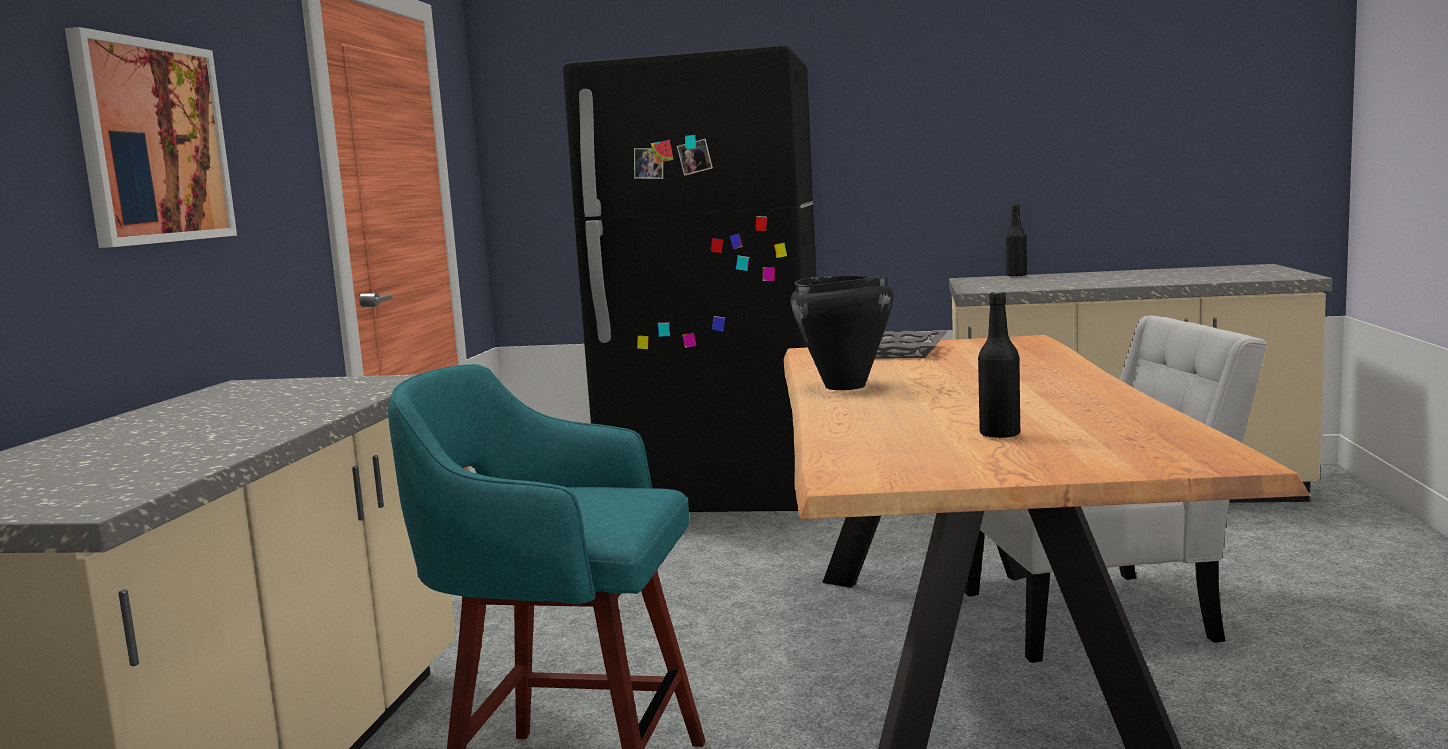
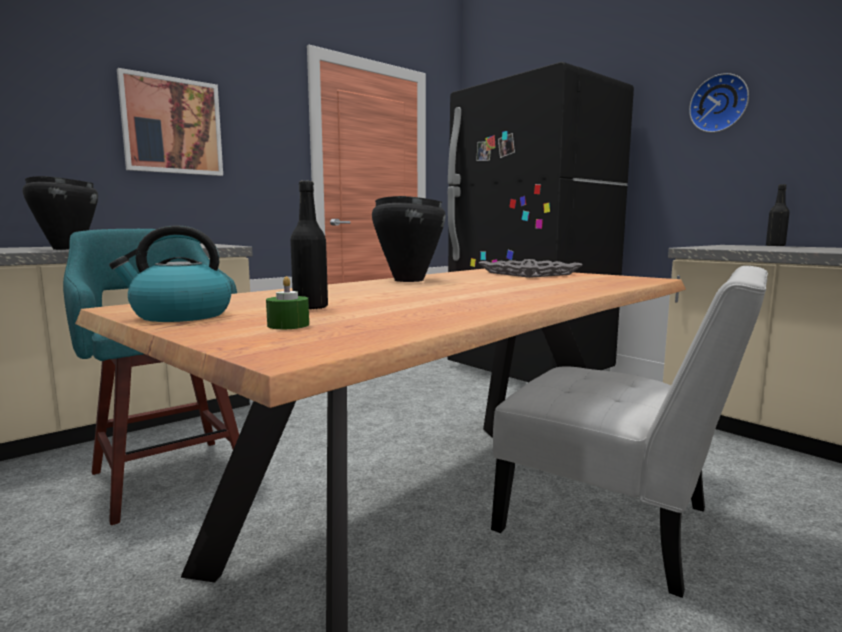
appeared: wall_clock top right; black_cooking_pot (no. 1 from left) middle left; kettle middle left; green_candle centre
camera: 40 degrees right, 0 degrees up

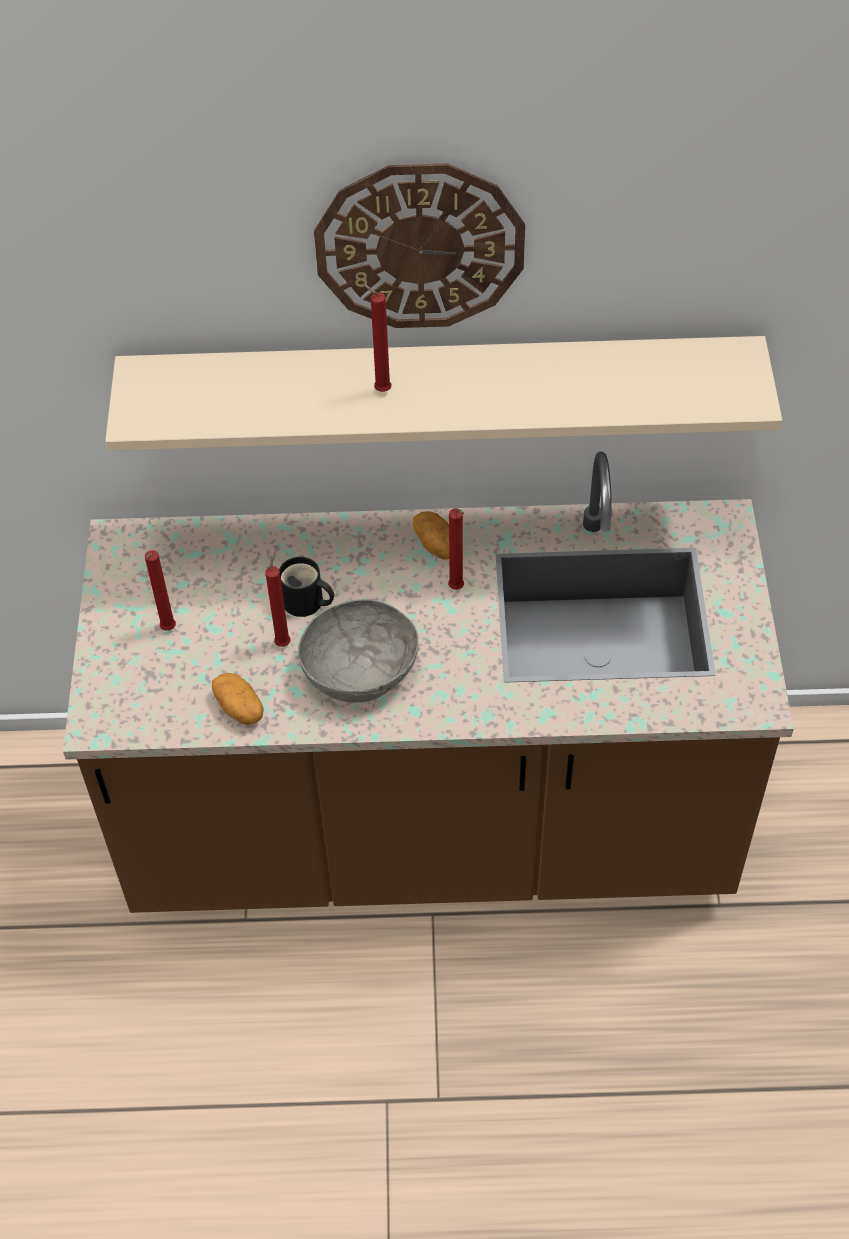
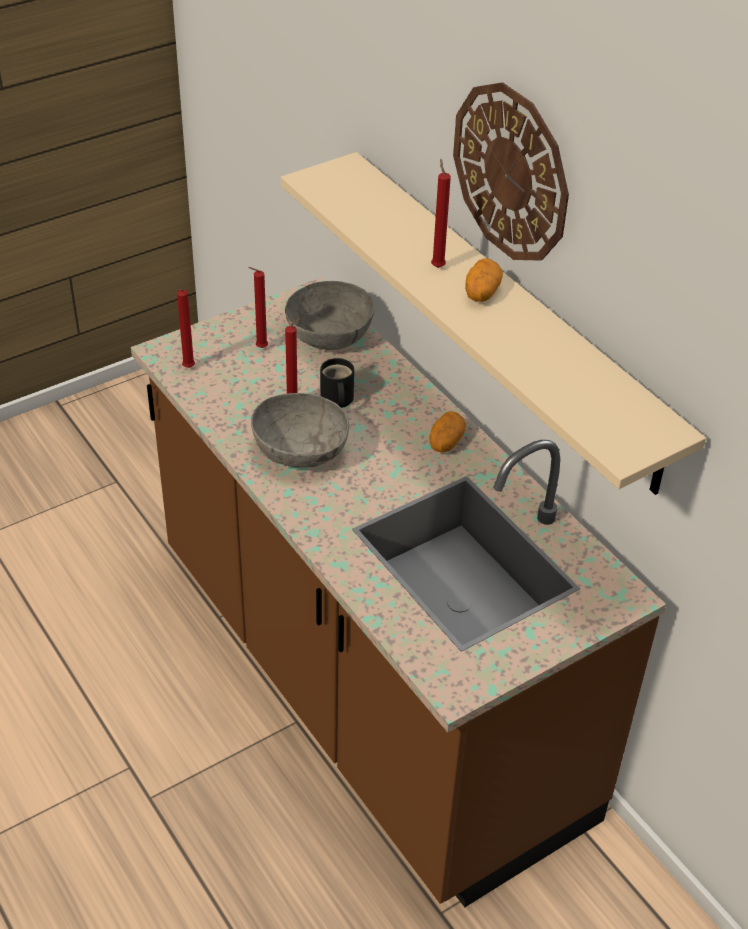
appeared: grey_bowl (no. 2 from left) centre
relocated: red_candle (no. 4 from left in the first image) centre to red_candle (no. 1 from left) middle left; potato (no. 1 from left in the first image) middle left to potato (no. 2 from left) top centre
camera: 55 degrees right, 10 degrees down

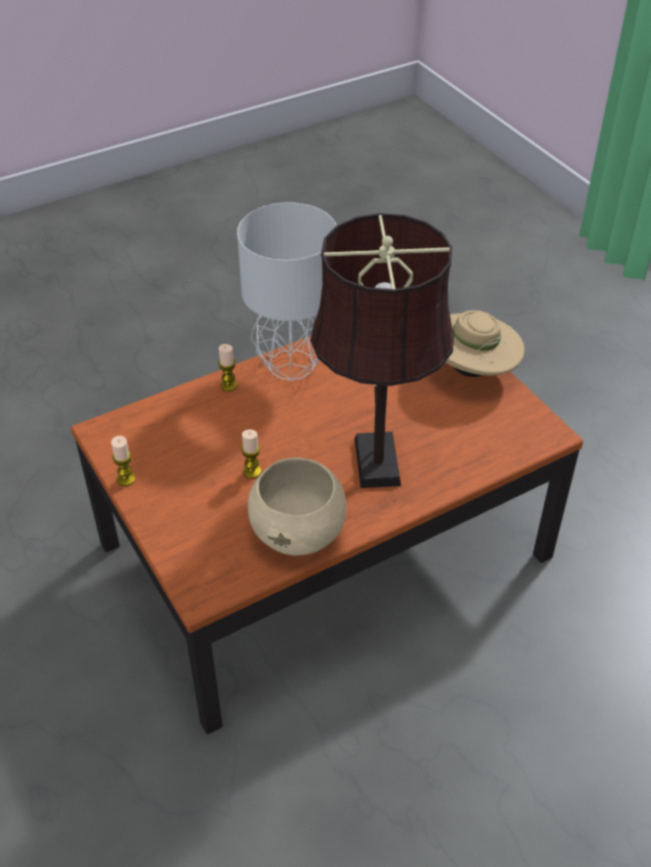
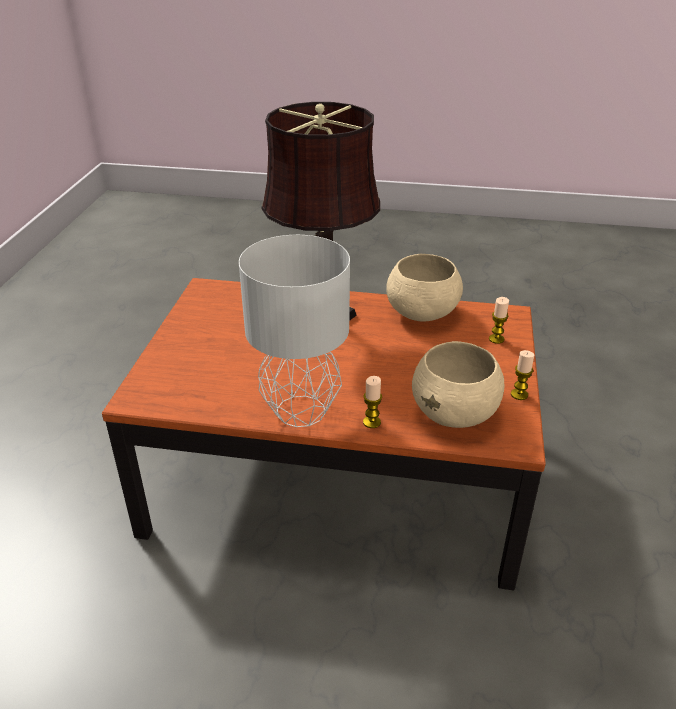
missing: beige_hat middle right
appeared: beige_bowl (no. 2 from left) middle right
relocated: candle (no. 3 from left in the first image) centre to candle (no. 2 from left) middle right
camera: 140 degrees left, 10 degrees down

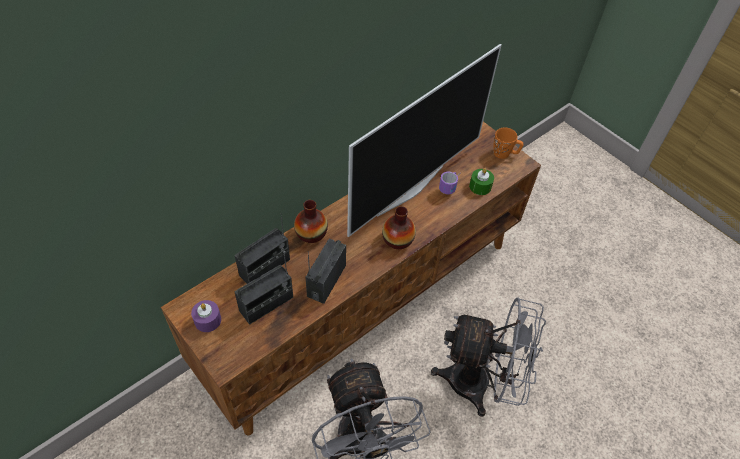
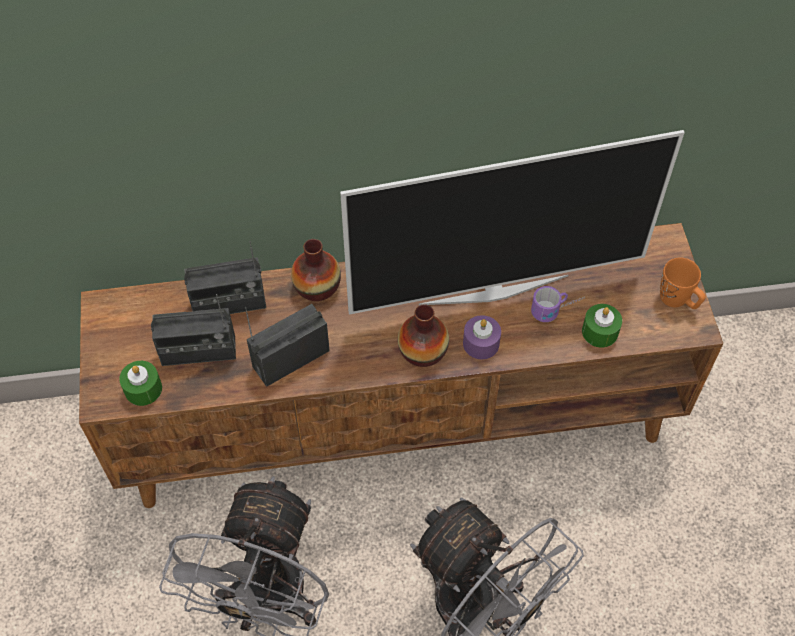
appeared: green_candle (no. 1 from left) middle left
relocated: purple_candle bottom left to centre
camera: 35 degrees right, 5 degrees up

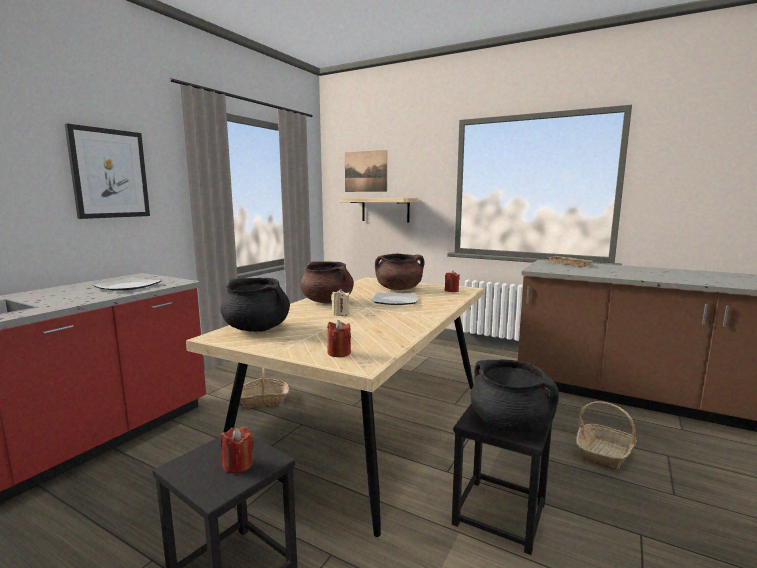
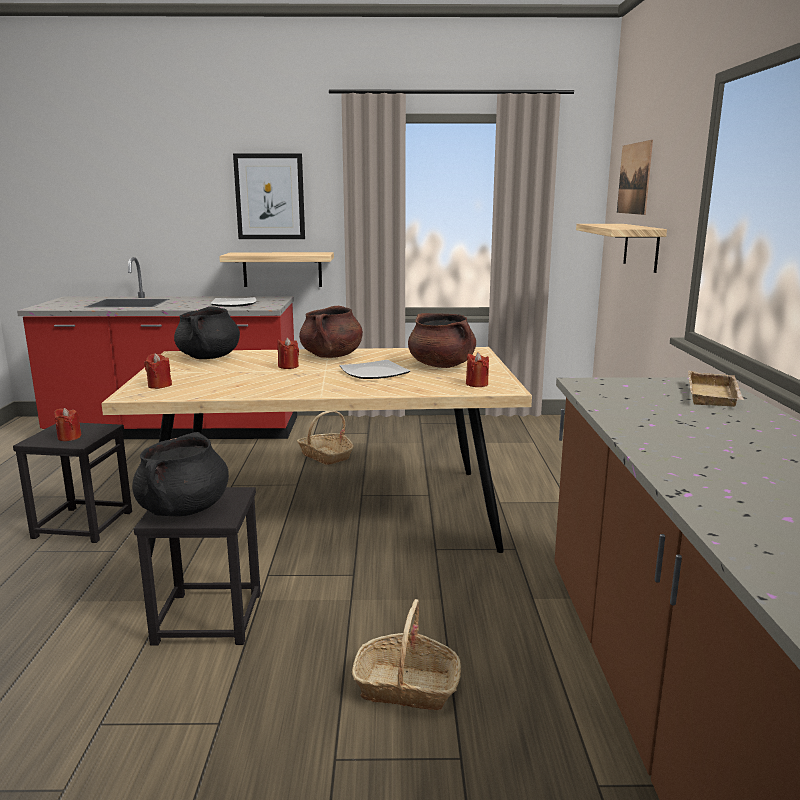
appeared: shelf (no. 1 from left) centre
colour: beige_candle centre to red_candle (no. 3 from left) centre
camera: 60 degrees right, 5 degrees up

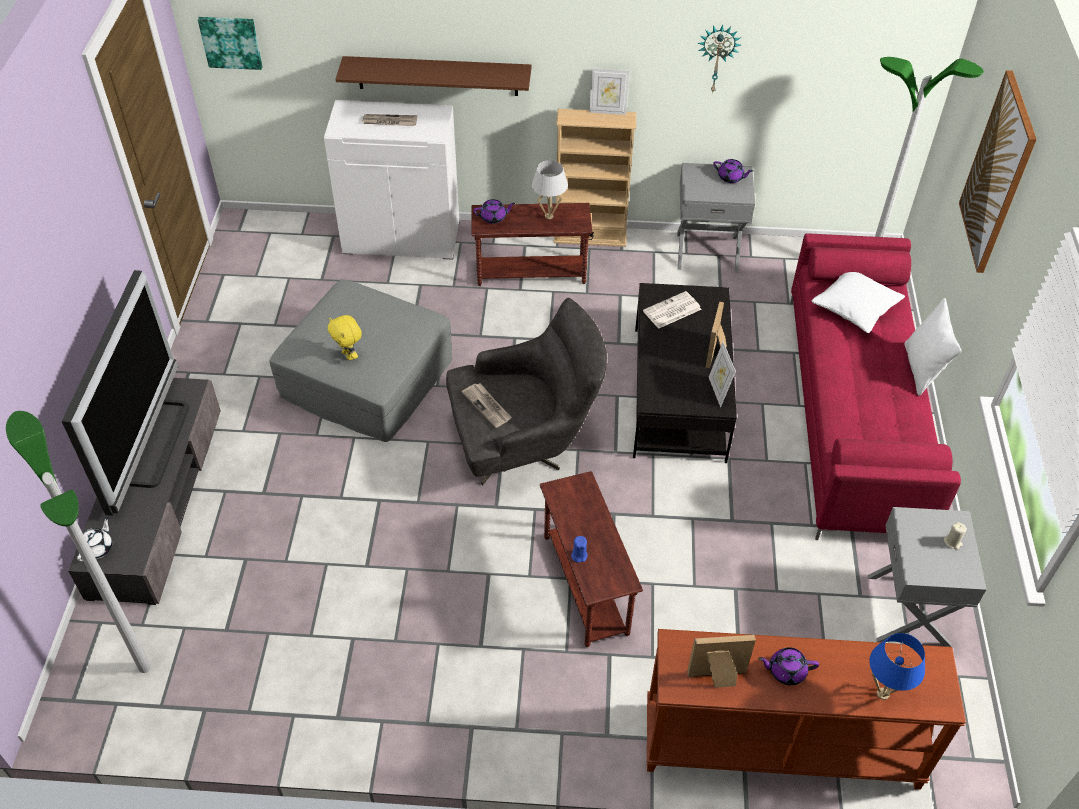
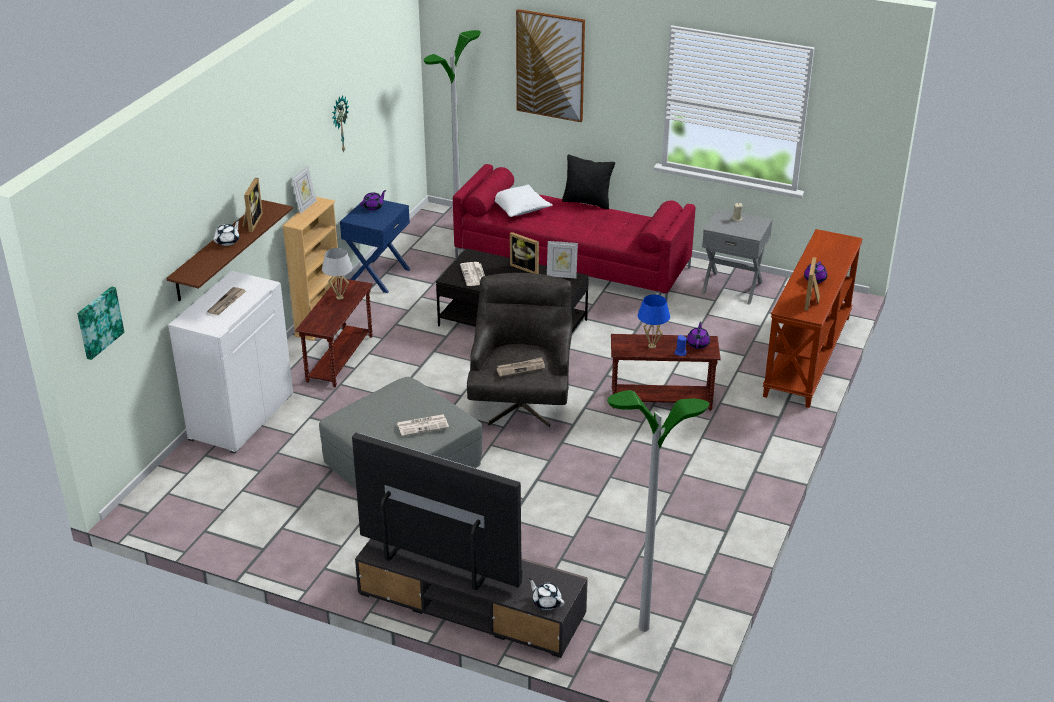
appeared: picture_frame (no. 1 from left) top left; white_teapot (no. 1 from left) top left
relocated: purple_teapot (no. 1 from left in the first image) top centre to purple_teapot (no. 2 from left) centre; blue_table_lamp bottom right to centre
exchanged: yellow_plush_toy middle left to newspaper (no. 2 from left) centre
colour: grey_nightstand (no. 1 from left) top centre to blue_nightstand centre; white_pillow (no. 2 from left) middle right to black_pillow top centre
camera: 70 degrees left, 15 degrees down

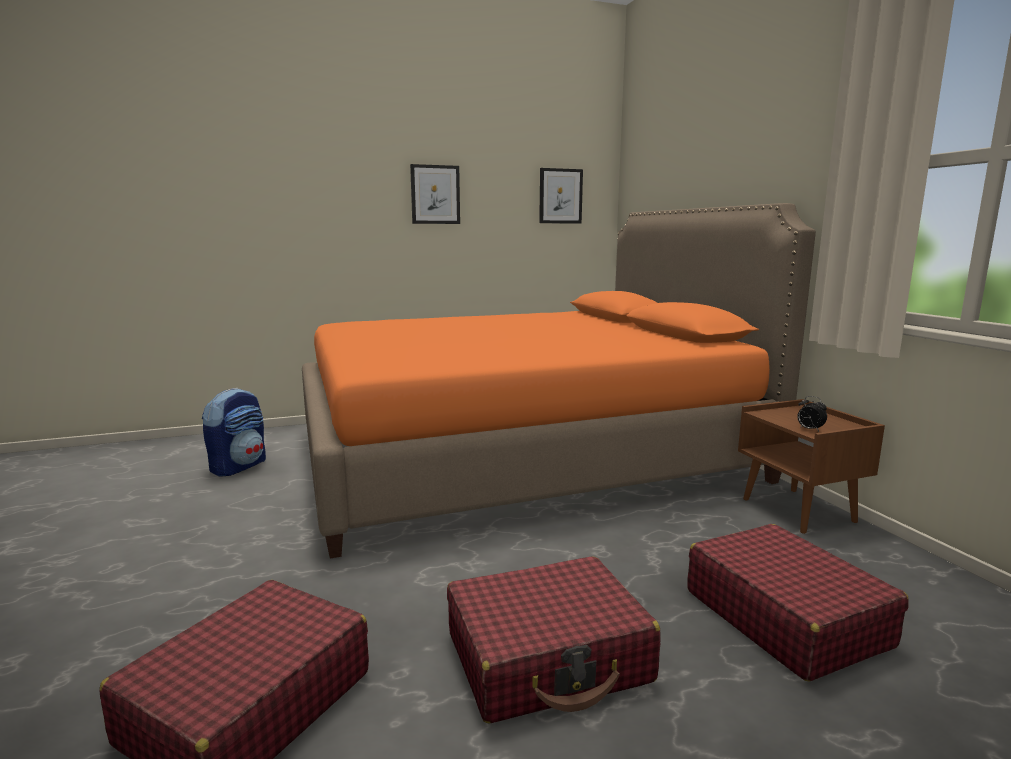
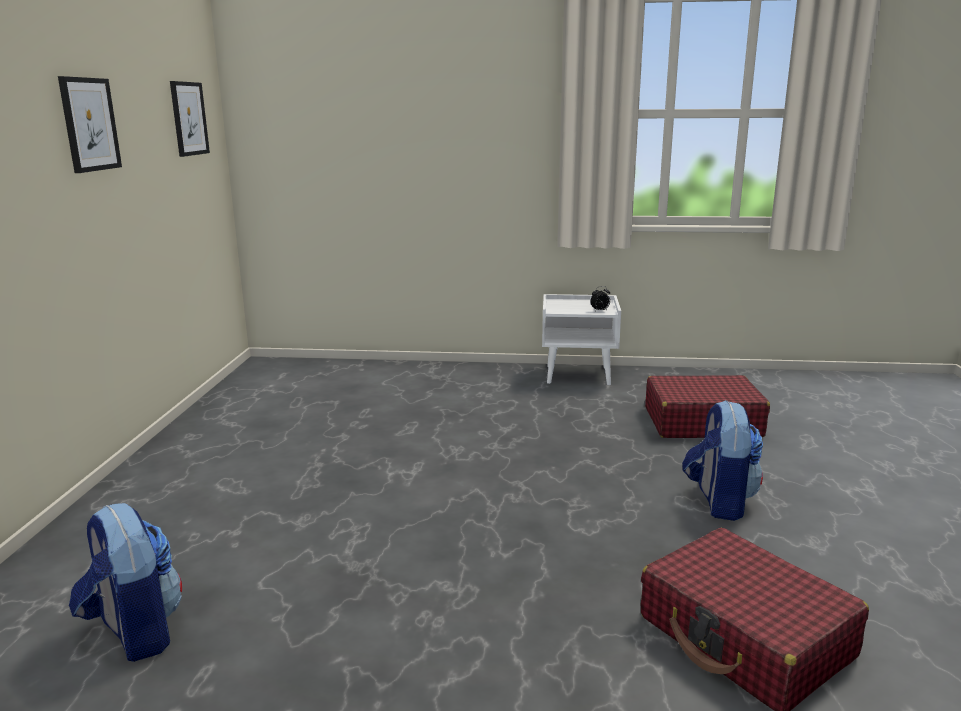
missing: orange_bed centre
exchanged: red_suitcase (no. 2 from left) bottom centre to backpack (no. 2 from left) middle right
colour: brown_nightstand middle right to white_nightstand centre
camera: 65 degrees left, 5 degrees up

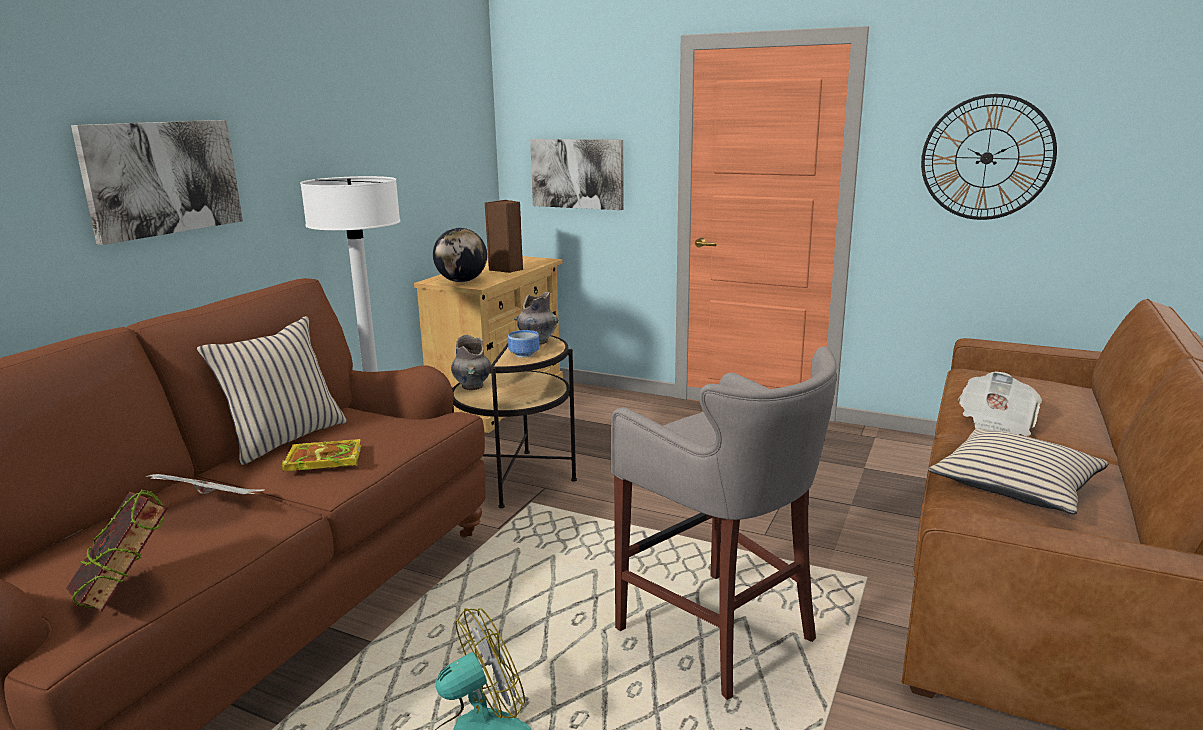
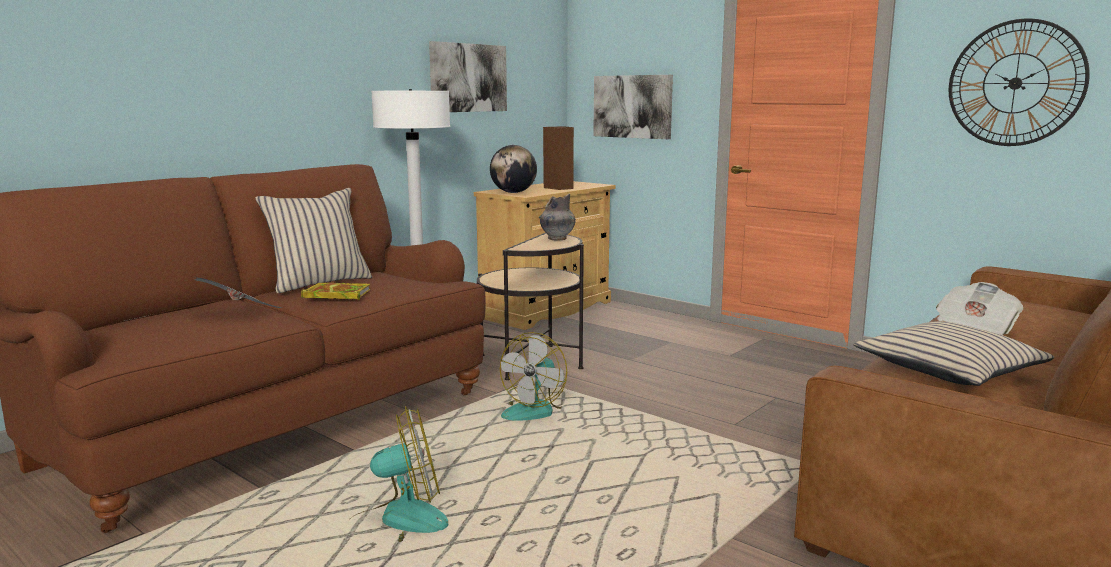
missing: bowl centre; grey_vase (no. 1 from left) centre; grey_stool bottom centre; book (no. 1 from left) bottom left
appeared: fan (no. 2 from left) centre
relocated: picture (no. 1 from left) top left to top centre
camera: 15 degrees right, 5 degrees down

